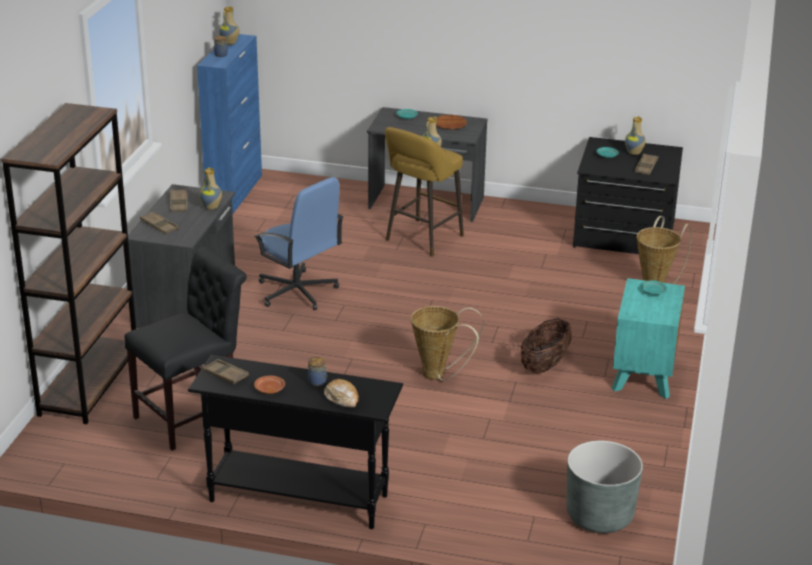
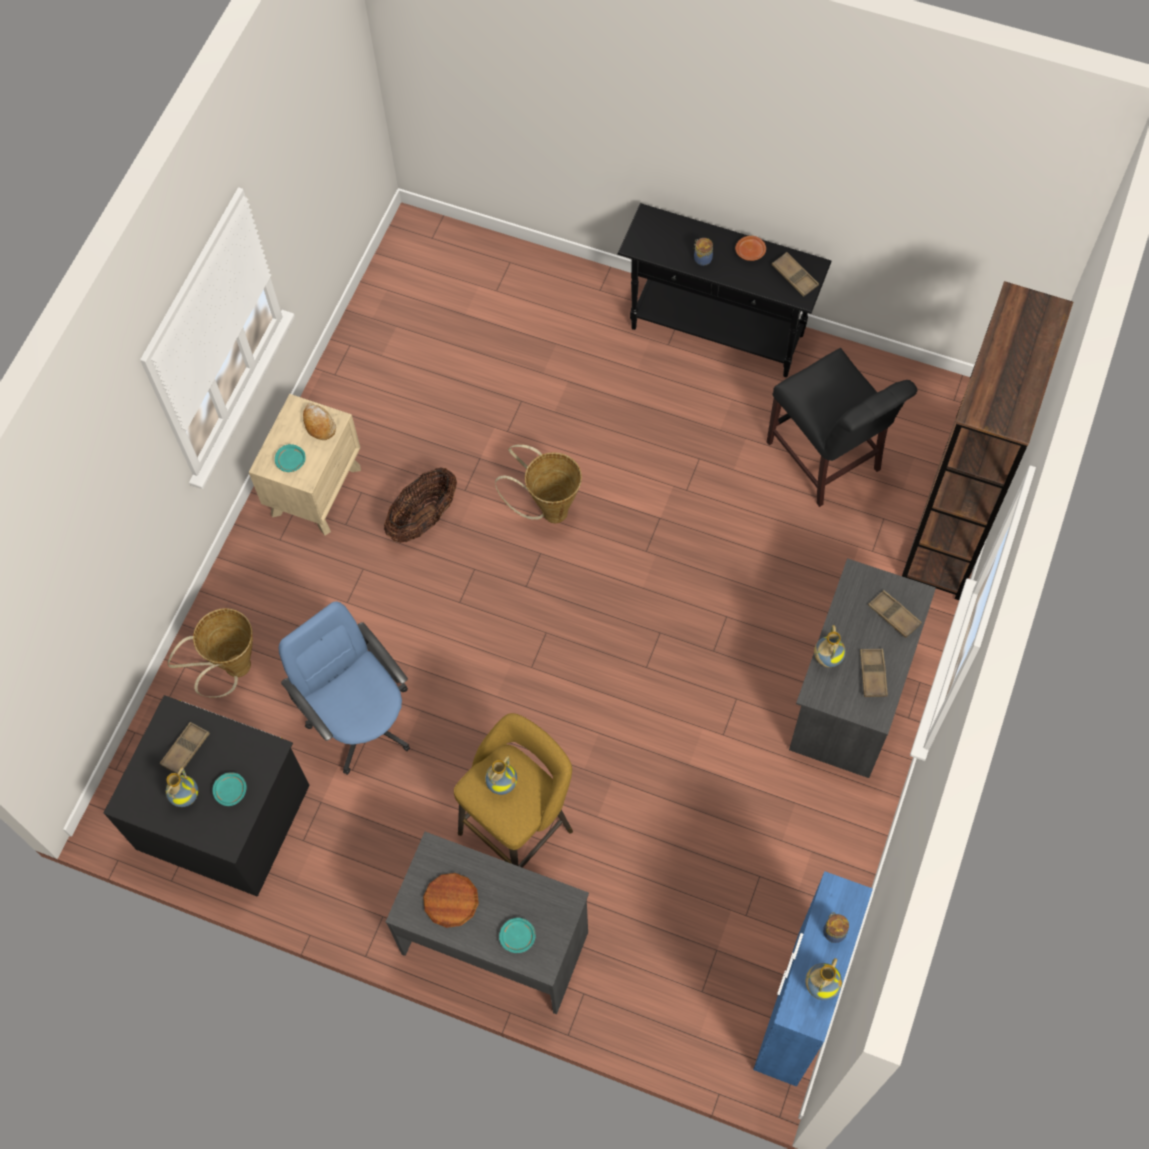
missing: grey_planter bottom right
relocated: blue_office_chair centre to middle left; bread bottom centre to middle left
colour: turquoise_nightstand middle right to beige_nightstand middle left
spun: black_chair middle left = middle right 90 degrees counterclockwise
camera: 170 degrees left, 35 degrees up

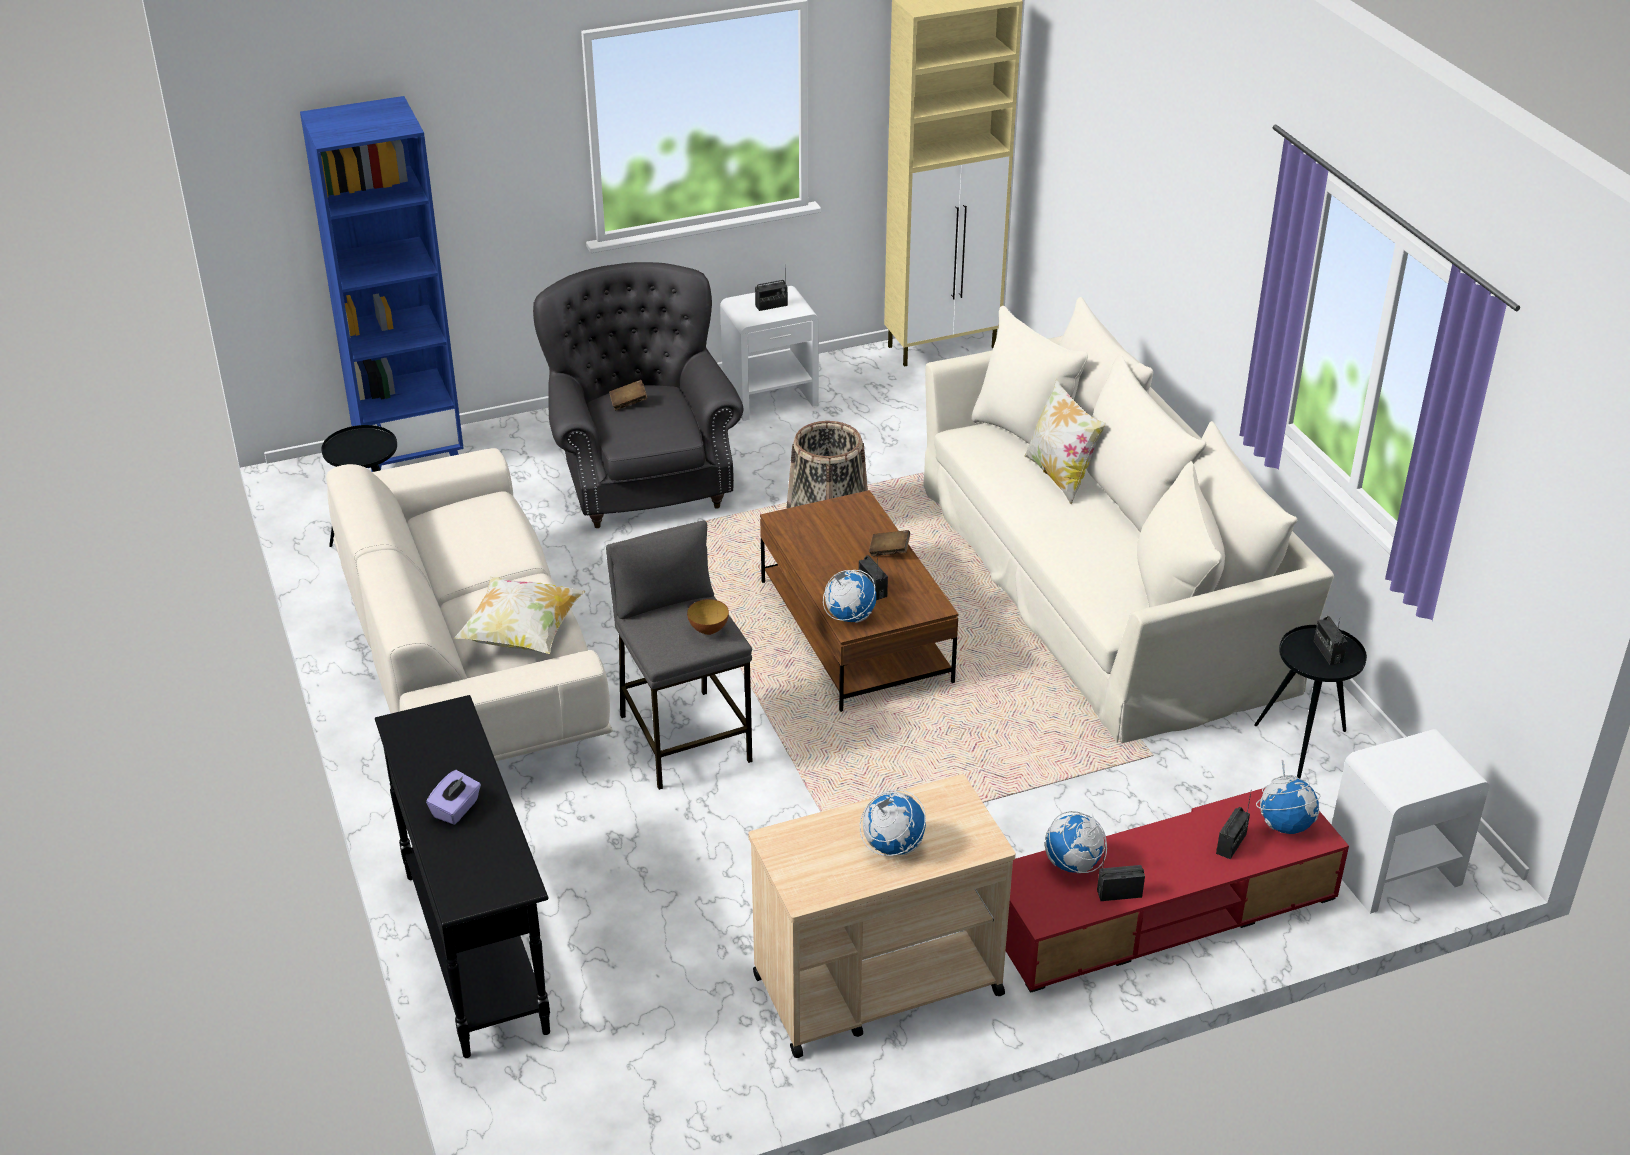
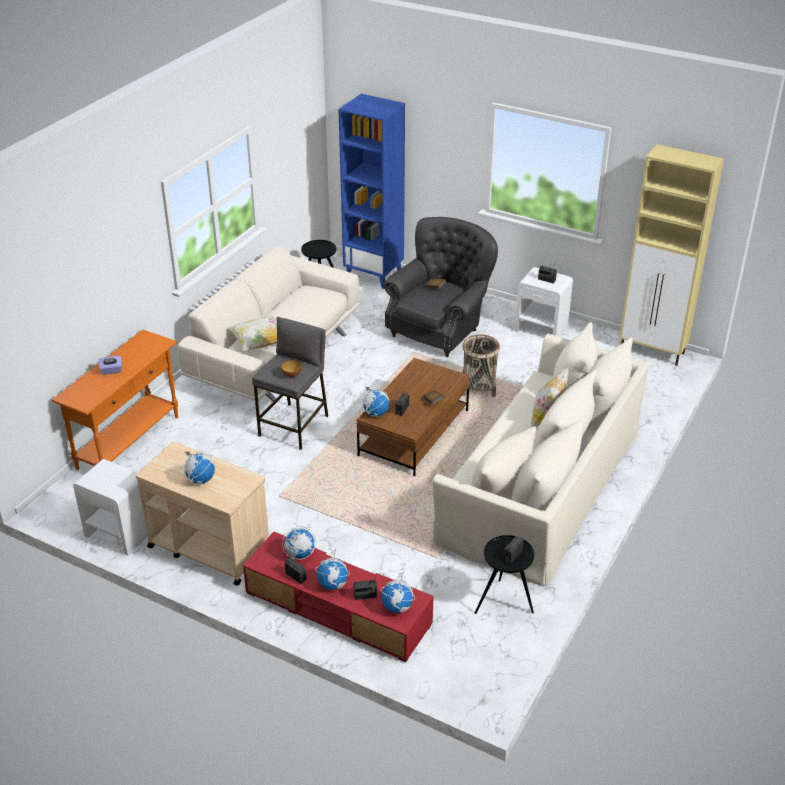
appeared: globe (no. 3 from left) bottom centre
relocated: white_nightstand (no. 2 from left in the first image) bottom right to white_nightstand (no. 1 from left) middle left
colour: black_console_table bottom left to orange_console_table middle left
camera: 50 degrees right, 0 degrees up

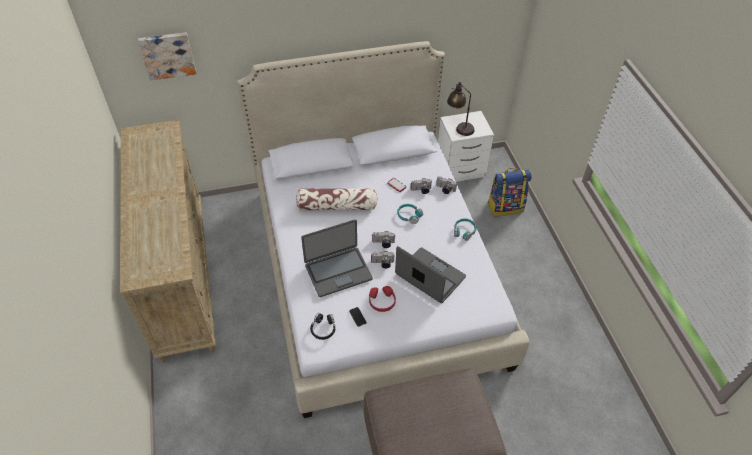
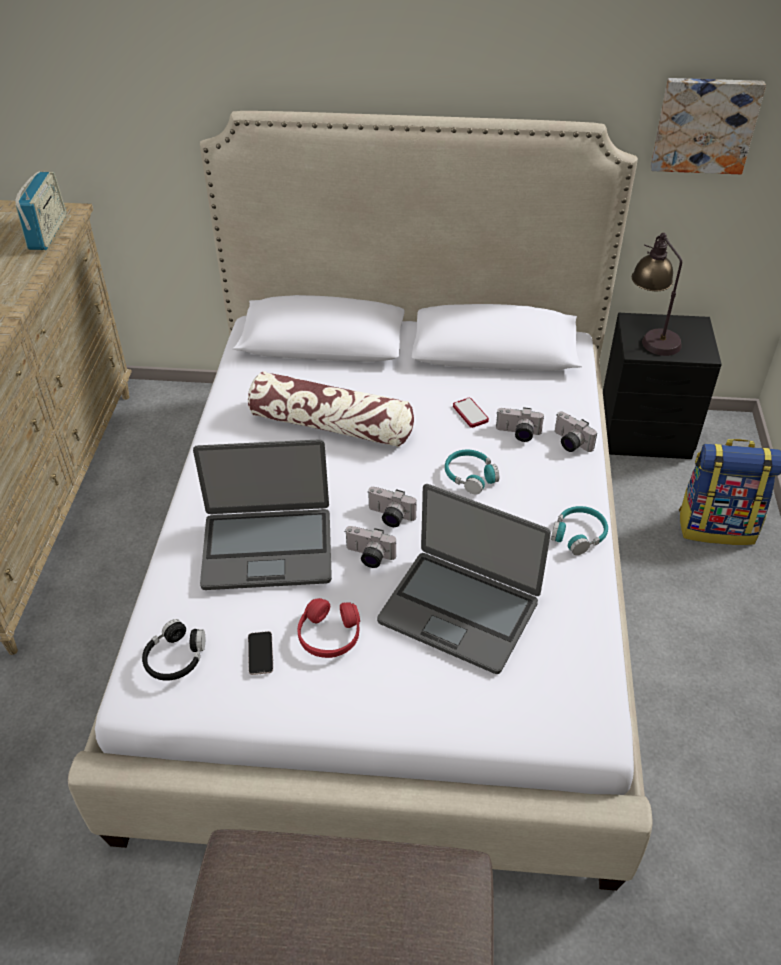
appeared: radio top left
relocated: picture top left to top right
colour: white_nightstand top centre to black_nightstand middle right
spun: laptop (no. 2 from left) centre = centre 150 degrees clockwise
camera: 20 degrees right, 5 degrees down

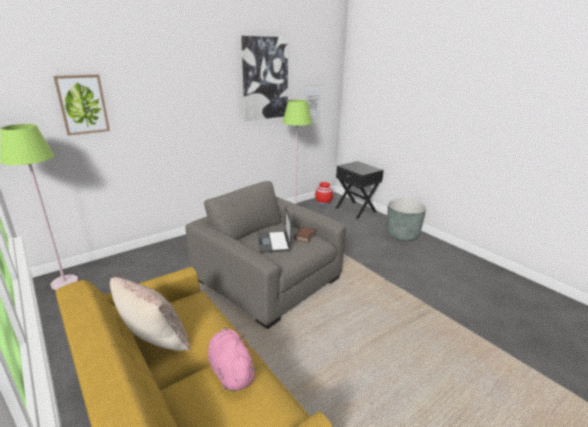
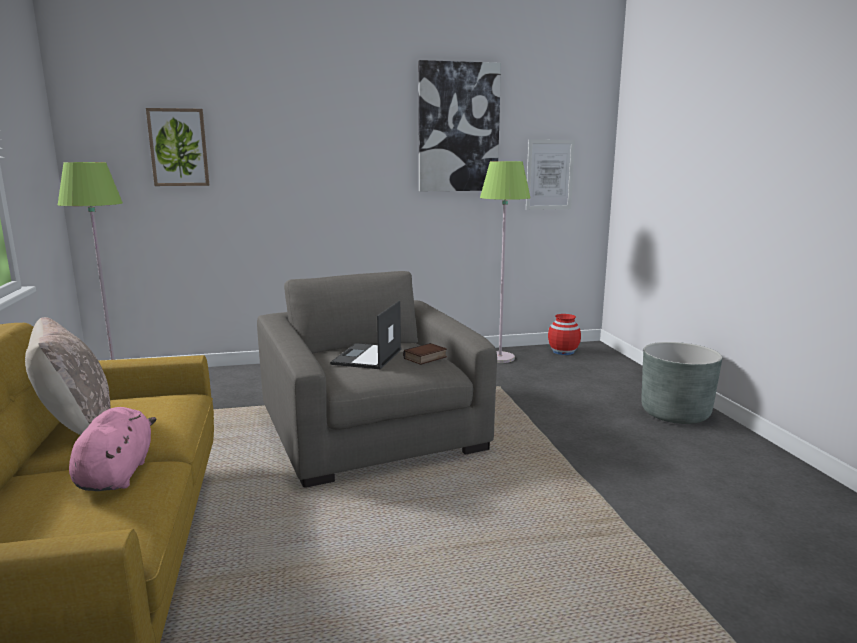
missing: black_nightstand centre
camera: 25 degrees right, 10 degrees down

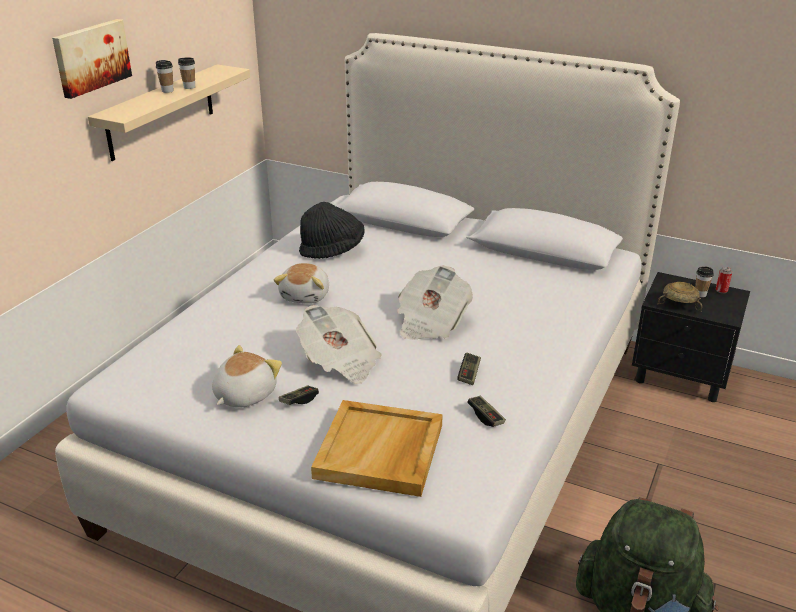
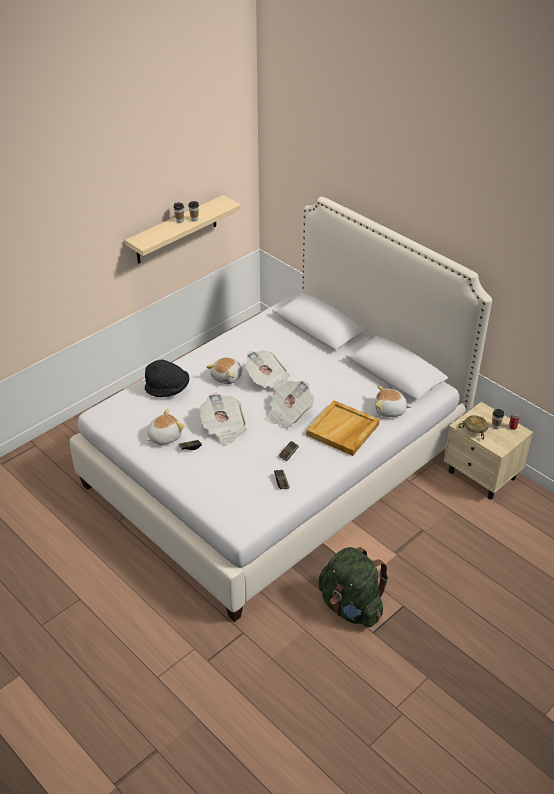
missing: picture top left
appeared: newspaper (no. 2 from left) centre; plush_toy (no. 3 from left) middle right
relocated: black_hat centre to middle left; beige_tray bottom centre to centre
colour: black_nightstand middle right to beige_nightstand middle right
camera: 20 degrees right, 10 degrees up

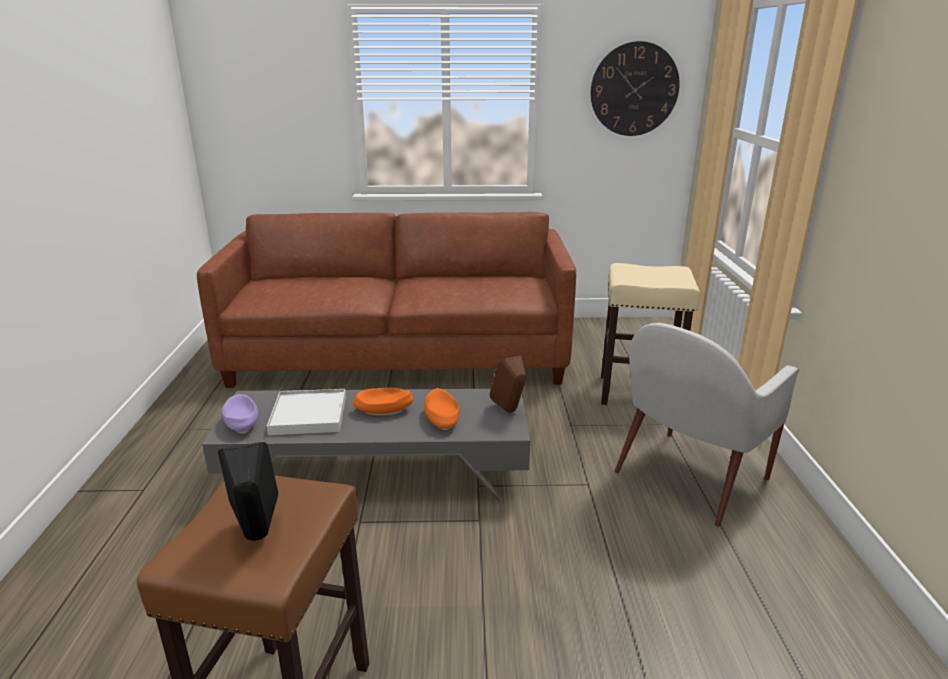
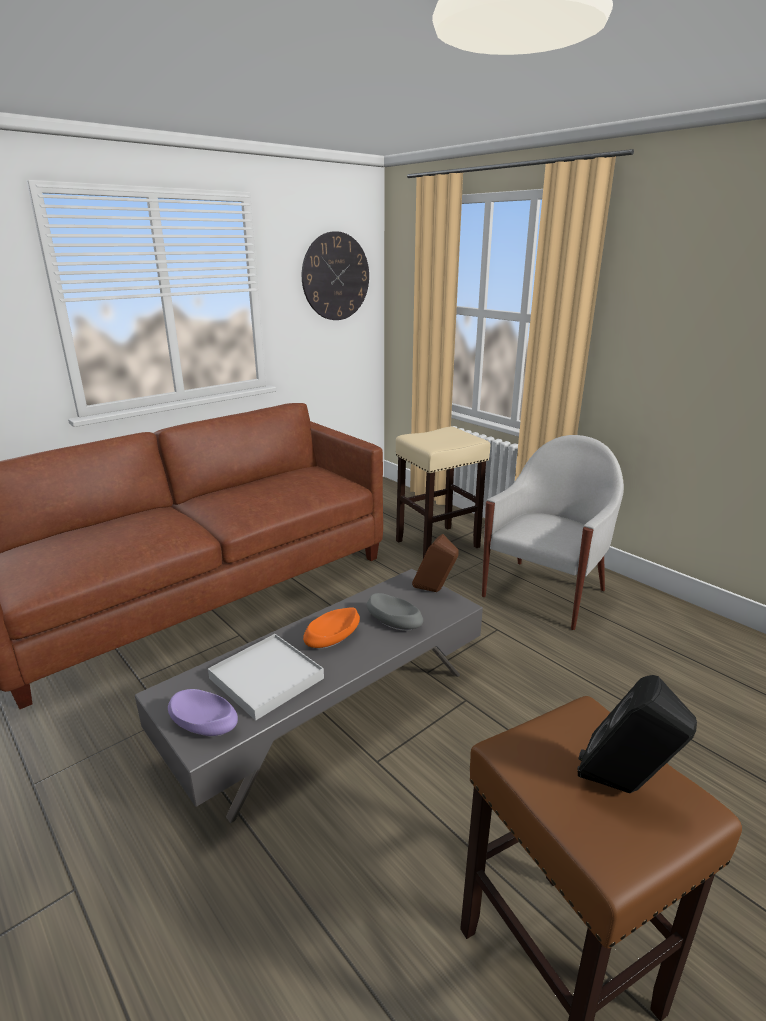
colour: orange_bowl (no. 2 from left) centre to grey_bowl centre
spun: white_armchair middle right = middle right 150 degrees counterclockwise
camera: 40 degrees left, 0 degrees up

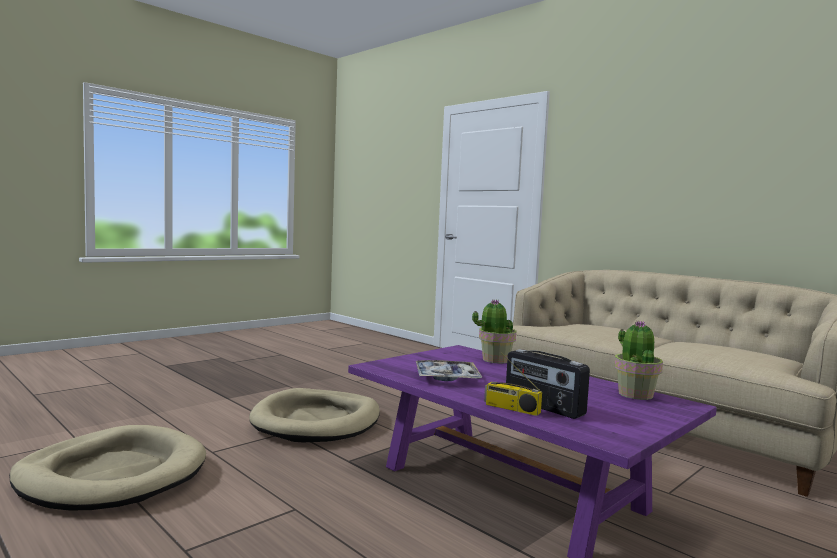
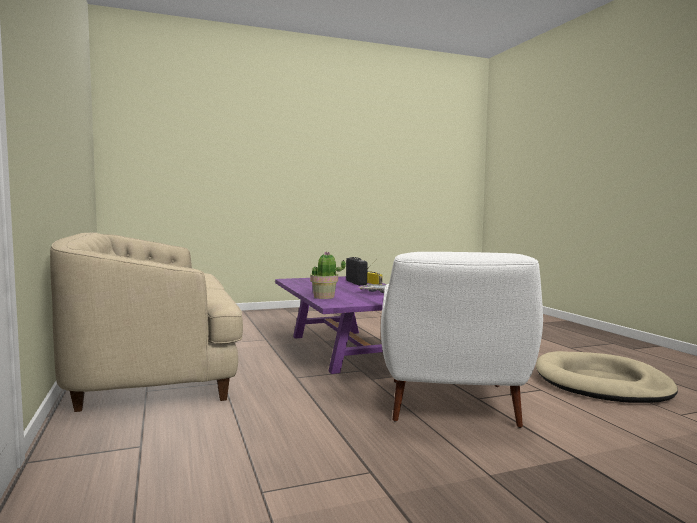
missing: potted_plant (no. 2 from left) middle right
exchanged: beige_dog_bed (no. 2 from left) bottom centre to white_armchair centre
camera: 155 degrees left, 0 degrees up

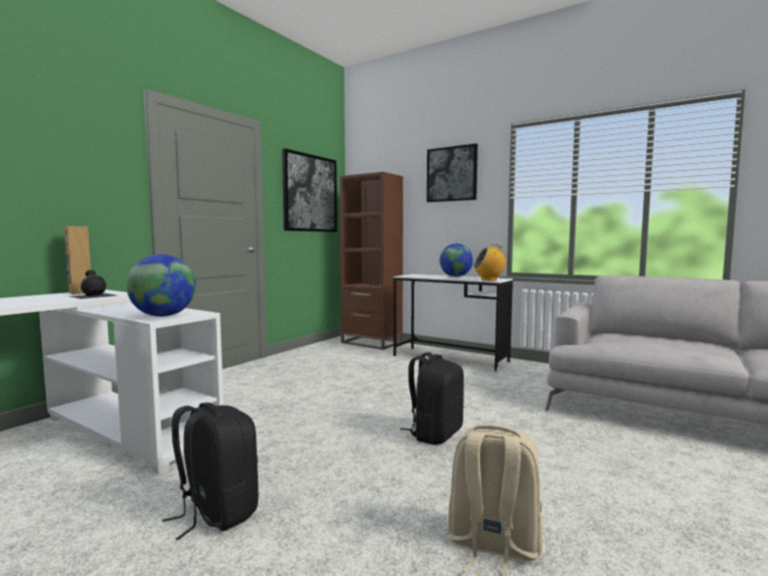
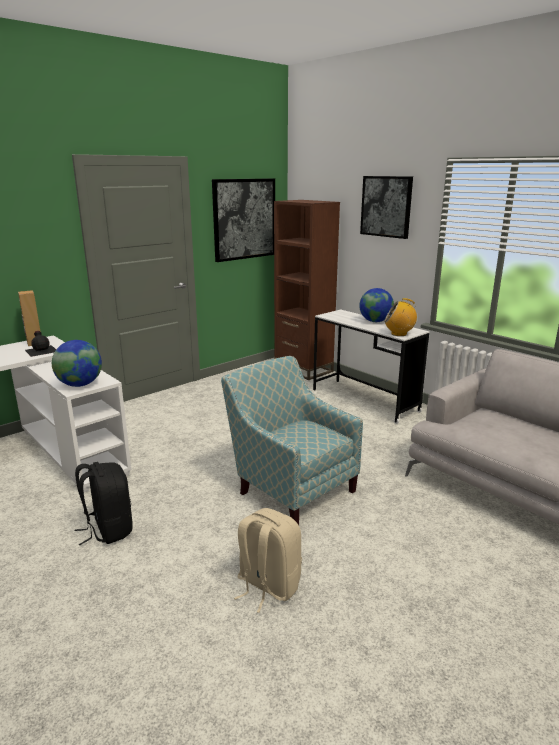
exchanged: black_backpack (no. 2 from left) bottom centre to armchair centre
camera: 15 degrees right, 15 degrees up

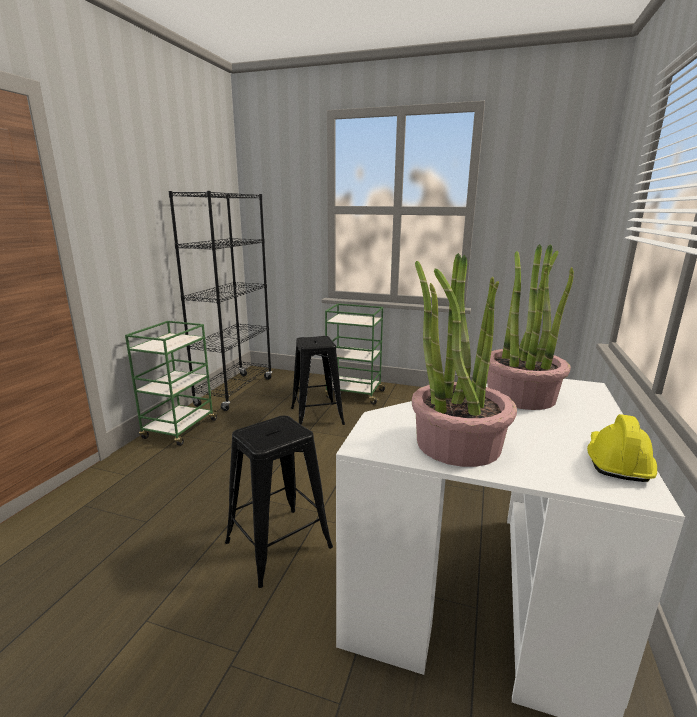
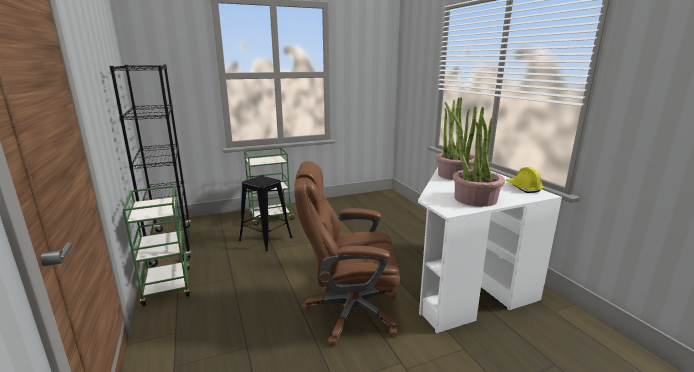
exchanged: black_stool (no. 1 from left) bottom centre to brown_office_chair bottom centre
camera: 40 degrees left, 0 degrees up

